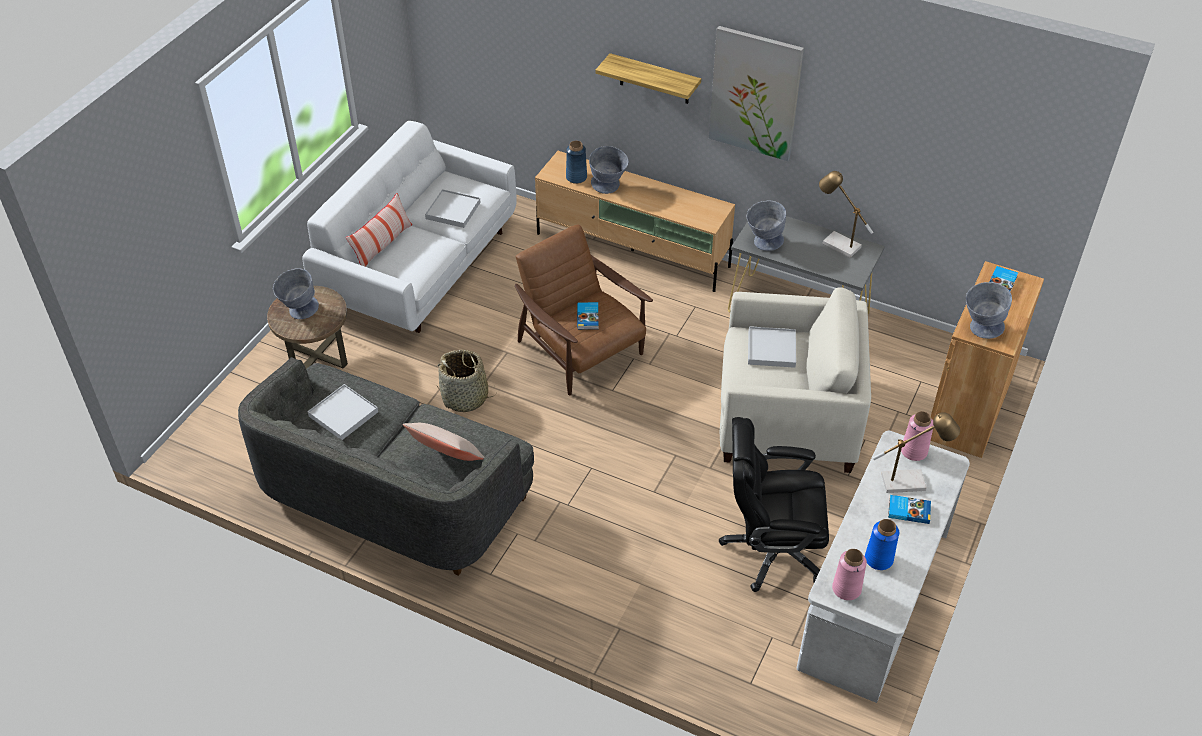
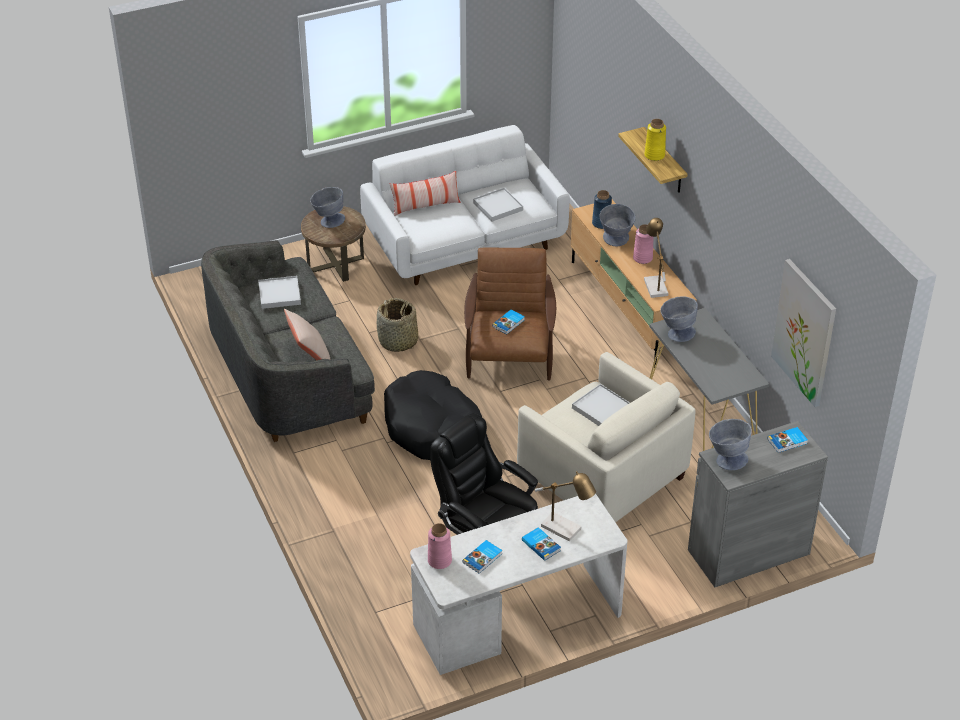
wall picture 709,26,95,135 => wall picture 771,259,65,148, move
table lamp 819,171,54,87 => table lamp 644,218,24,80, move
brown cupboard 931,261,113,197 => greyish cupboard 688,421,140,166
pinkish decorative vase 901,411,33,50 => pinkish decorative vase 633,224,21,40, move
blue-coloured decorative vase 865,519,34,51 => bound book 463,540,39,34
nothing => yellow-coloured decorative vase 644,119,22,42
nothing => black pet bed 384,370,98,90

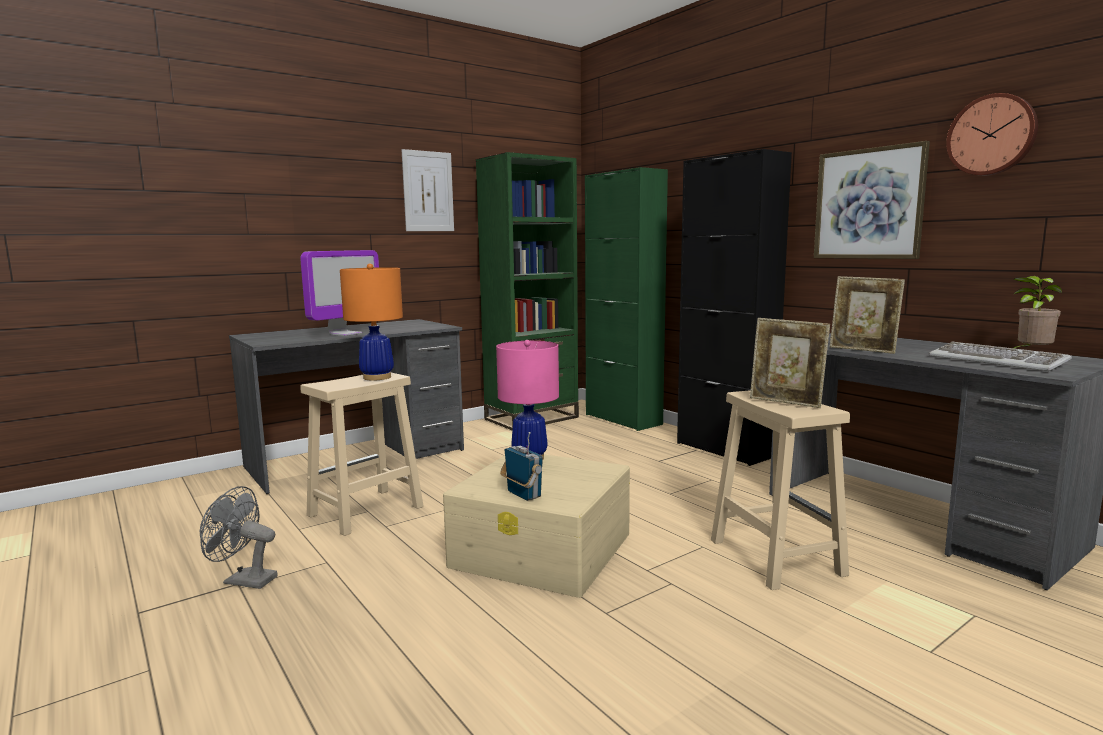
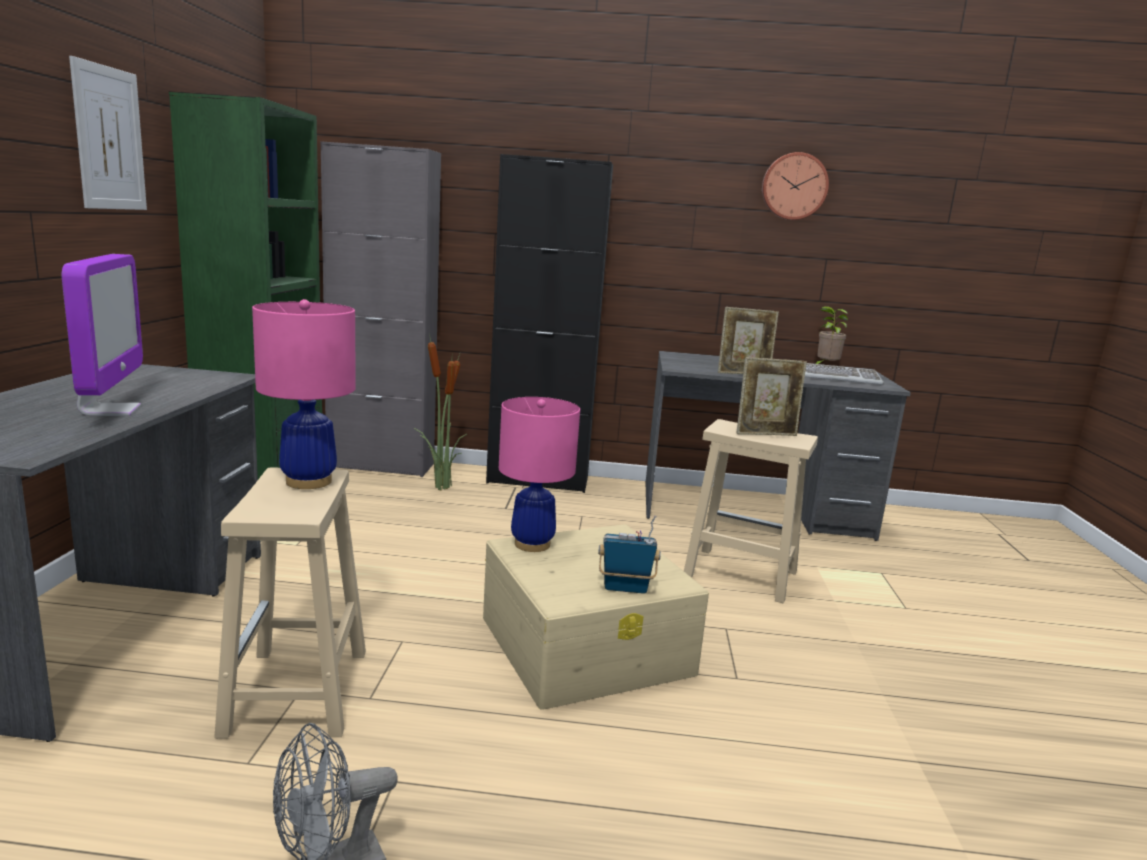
wall picture 814,141,116,118 => nothing
greenish cupboard 585,167,83,264 => greyish cupboard 321,141,120,336
orange-coloured table lamp 340,264,63,117 => pinkish table lamp 252,299,104,190
nothing => plant in a pot 414,334,53,156

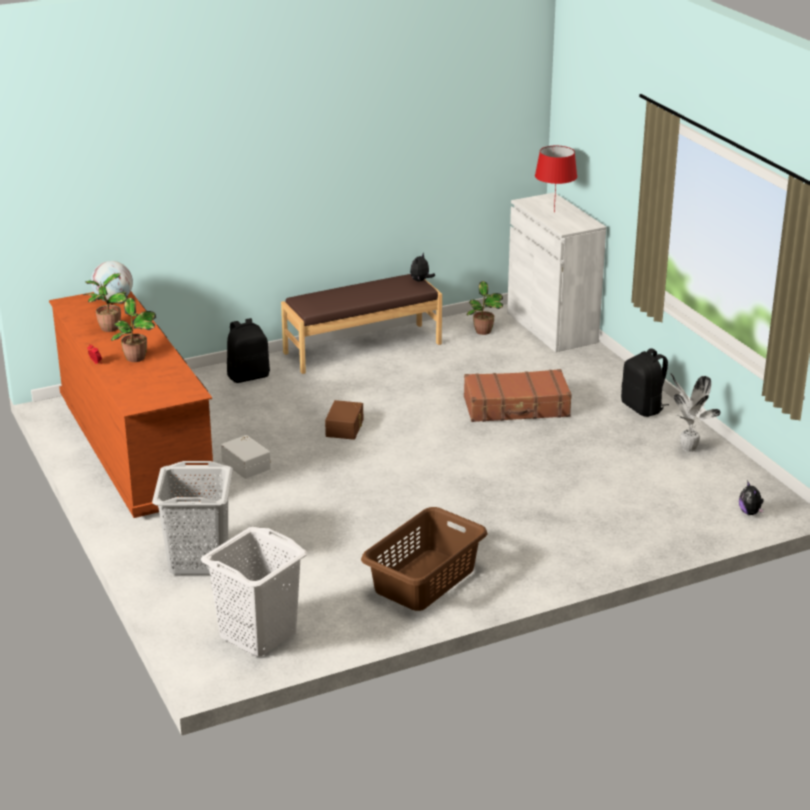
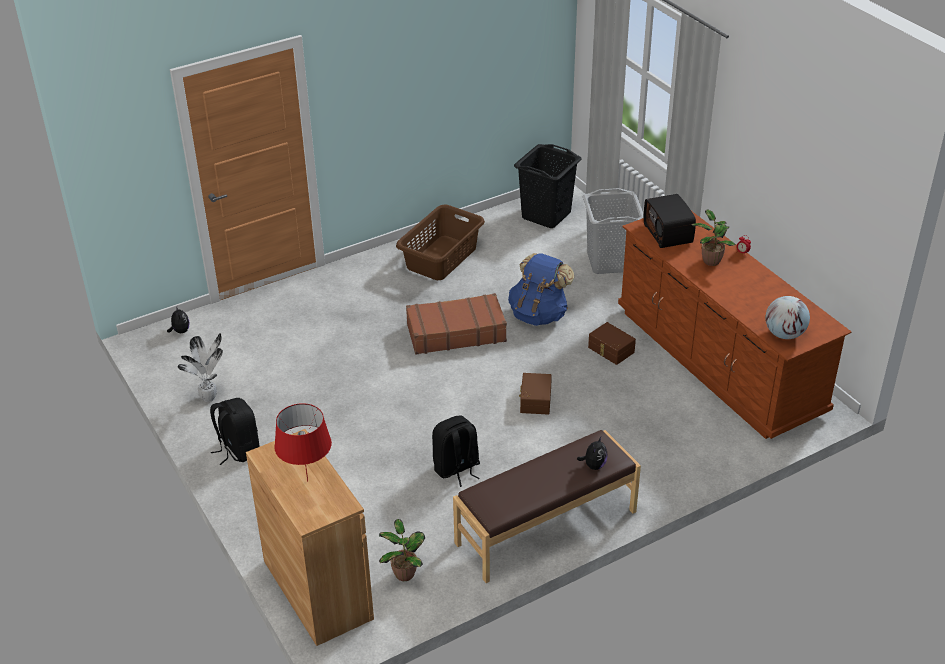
white-coloured cupboard 507,193,99,159 => brown cupboard 246,429,128,217
cuddly toy 410,253,25,29 => cuddly toy 577,437,31,33, move
plant in a pot 83,273,45,59 => nothing
black backpack 227,318,43,65 => black backpack 432,416,48,71, move
brown suitcase 464,369,108,53 => brown suitcase 406,293,101,62, move
white-coloured storage container 221,435,50,44 => brown storage container 588,322,48,43
white-coloured laundry basket 201,527,106,130 => black laundry basket 514,144,68,84
nothing => radio 644,194,52,54
nothing => blue-coloured backpack 508,253,66,73

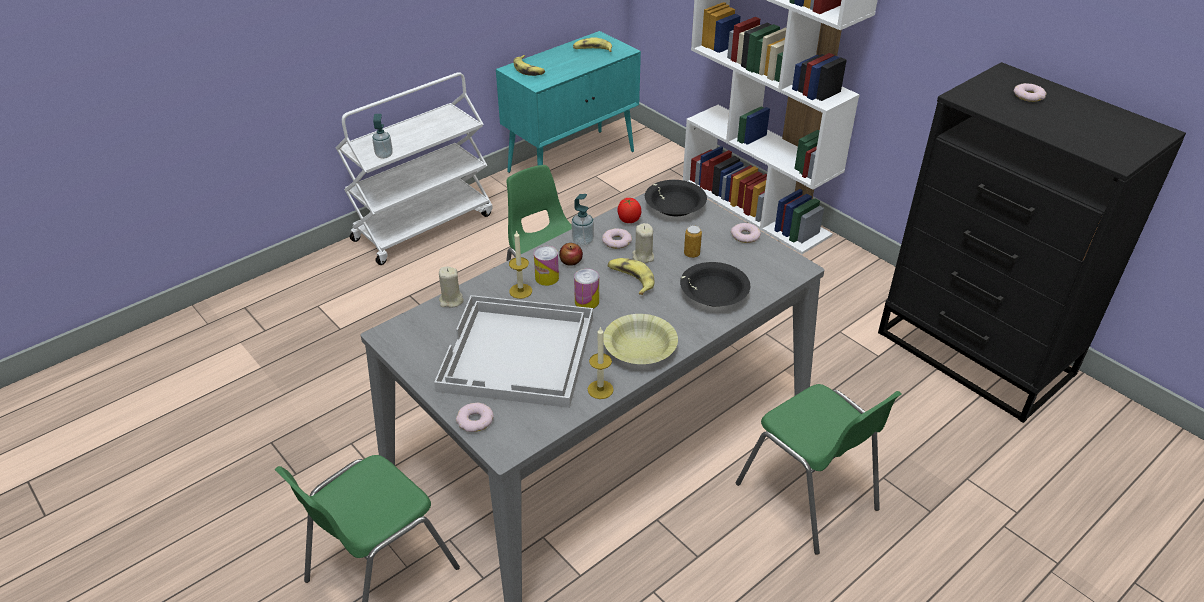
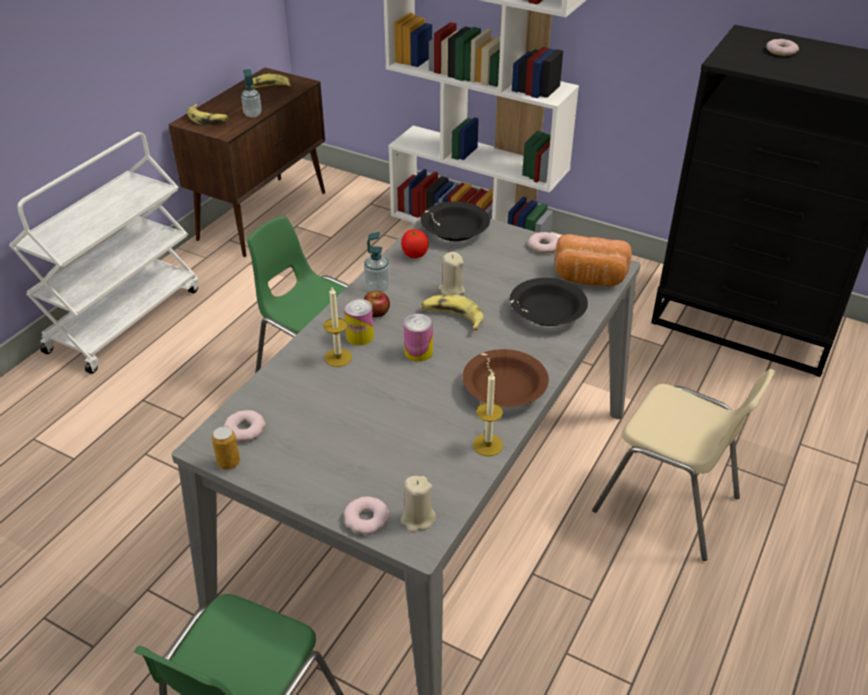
blue-green cupboard 496,31,145,142 => brown cupboard 168,68,157,189
soap dispenser 372,114,21,45 => soap dispenser 241,69,20,48, move
can 684,225,18,33 => can 212,426,28,44, move
donut 602,228,30,21 => donut 223,410,43,32, move
beige wax candle 439,267,25,41 => beige wax candle 401,476,35,57, move
white-coloured tray 434,295,159,113 => nothing
yellow-coloured bowl 603,314,75,50 => brown bowl 463,349,86,58
greenish chair 736,384,166,171 => beige chair 592,369,183,192
nothing => bread 555,234,77,52

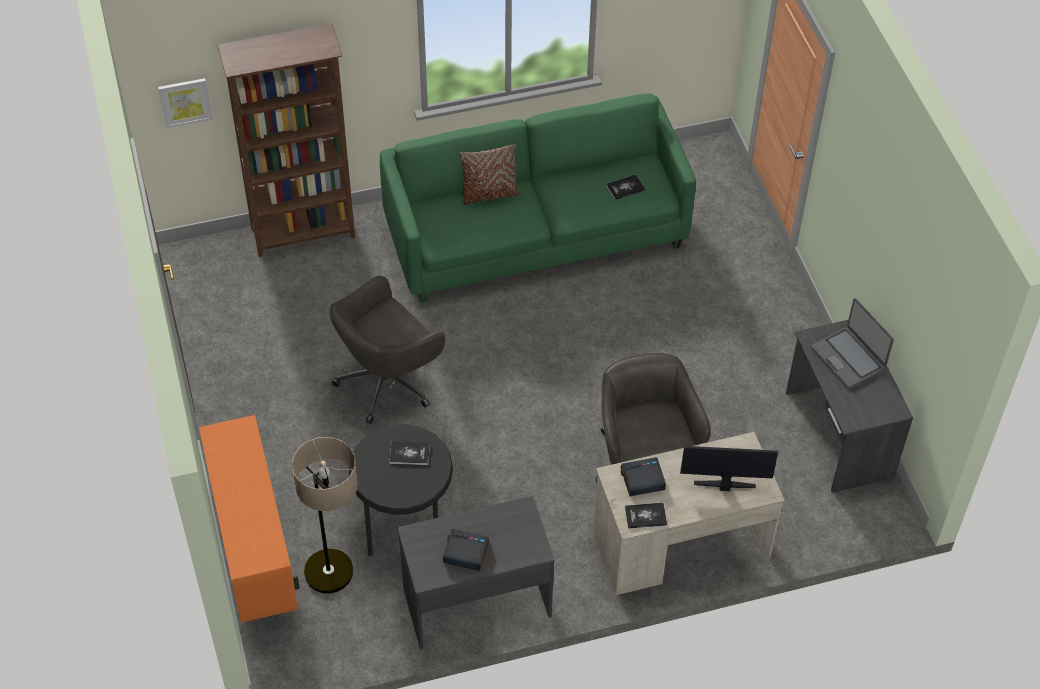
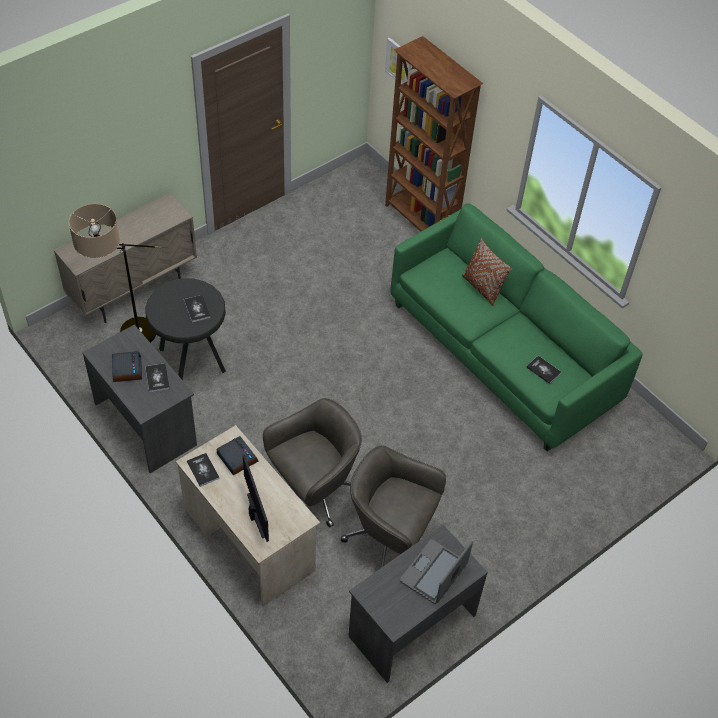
greyish desk chair 330,276,115,148 => greyish desk chair 341,445,105,123, move
orange-coloured cupboard 199,415,101,208 => beige cupboard 54,193,143,130
nothing => bound book 145,363,25,29

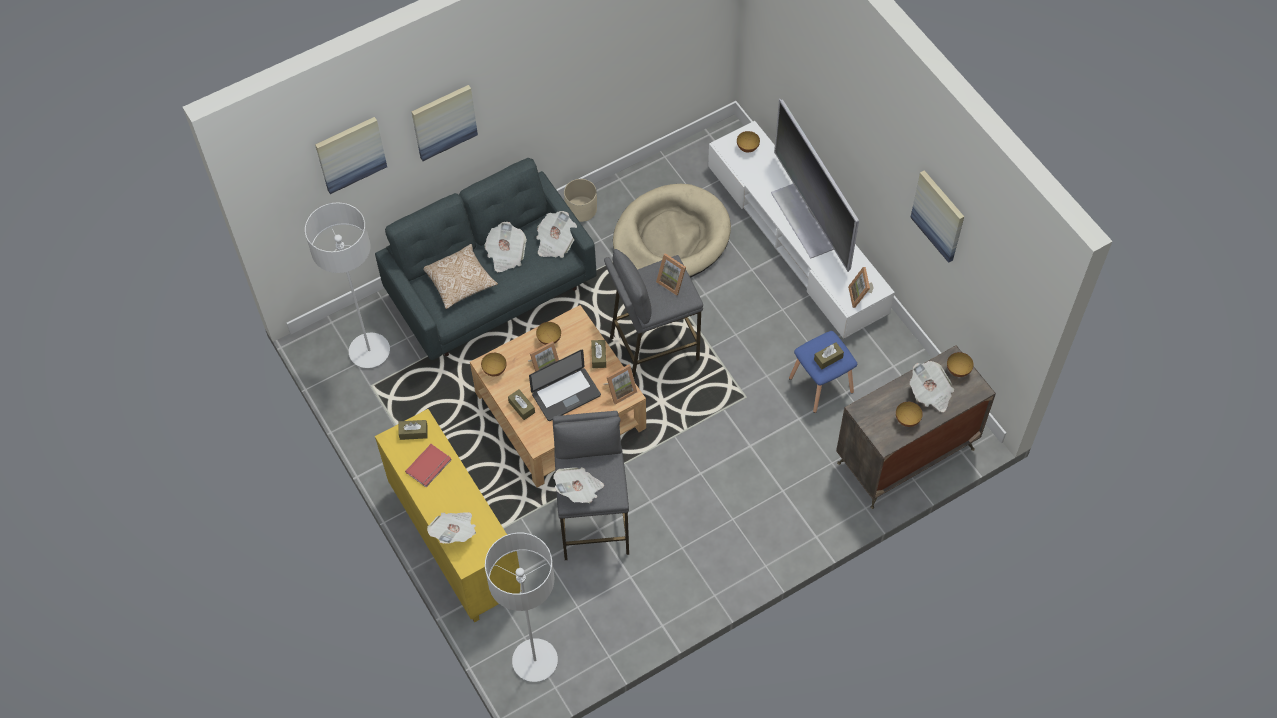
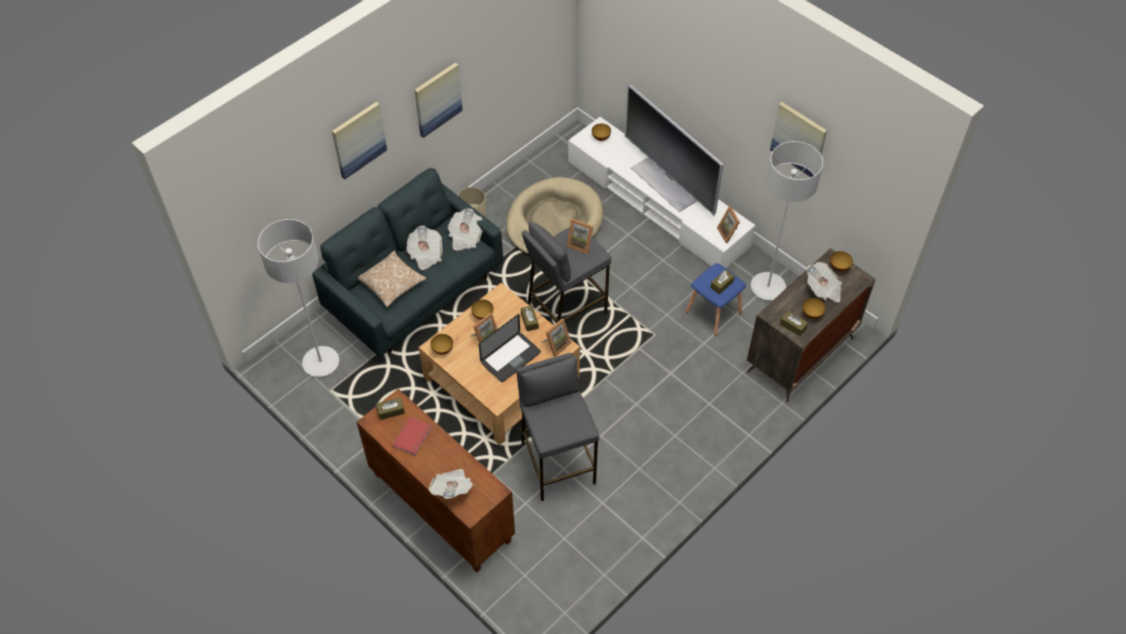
wall picture 315,117,72,77 => wall picture 414,63,49,75, move
brown tissue holder 508,389,27,31 => brown tissue holder 780,310,28,26, move
yellow-coloured cupboard 375,409,147,214 => brown cupboard 357,389,158,183
newspaper 553,467,51,36 => nothing
greyish standing lamp 485,533,73,149 => greyish standing lamp 751,141,72,159, move

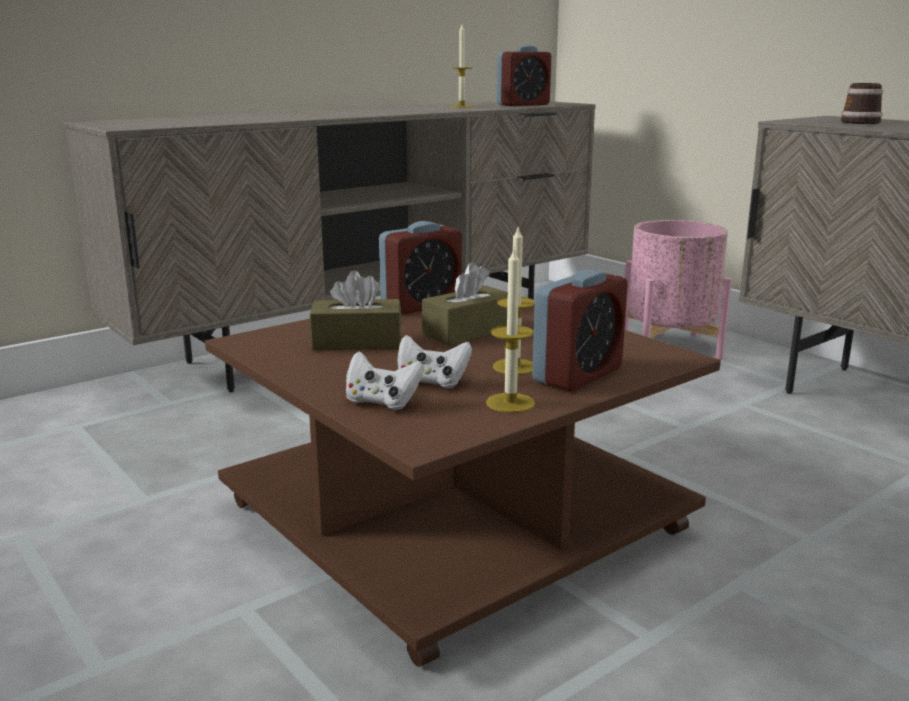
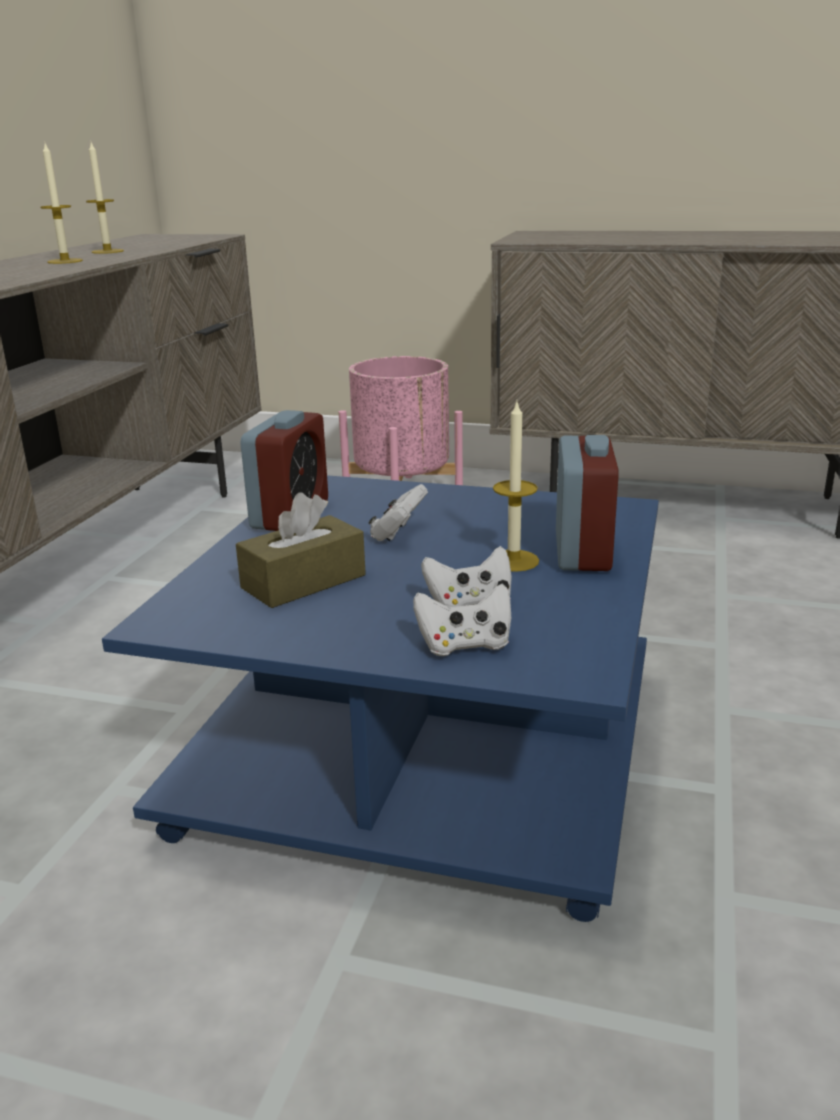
alarm clock 497,46,54,60 => nothing
coffee mug 841,83,42,41 => nothing
wax candle 486,249,49,164 => wax candle 40,141,43,123, move
brown tissue holder 422,262,86,83 => white-coloured gamepad 369,484,59,57
brown lounge table 205,285,516,382 => blue-coloured lounge table 102,475,557,447

